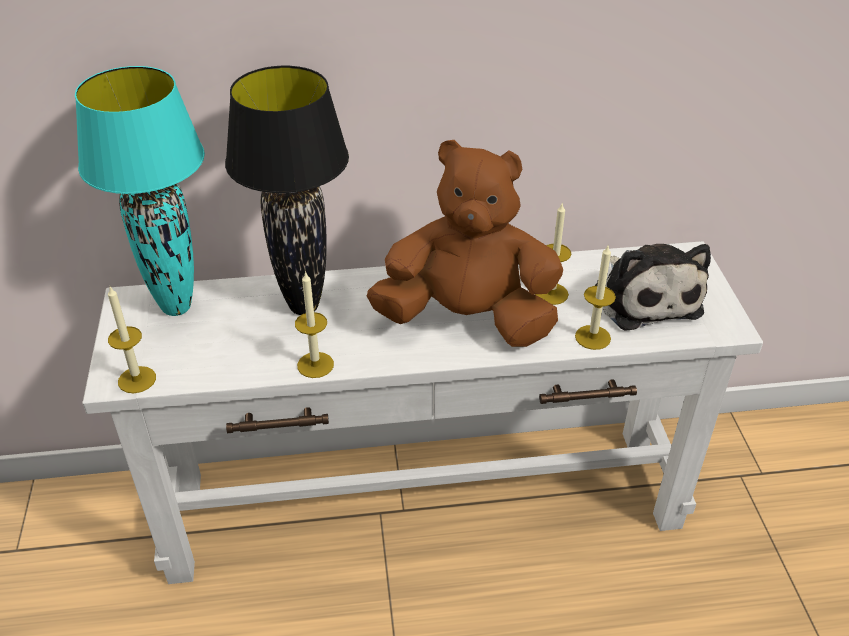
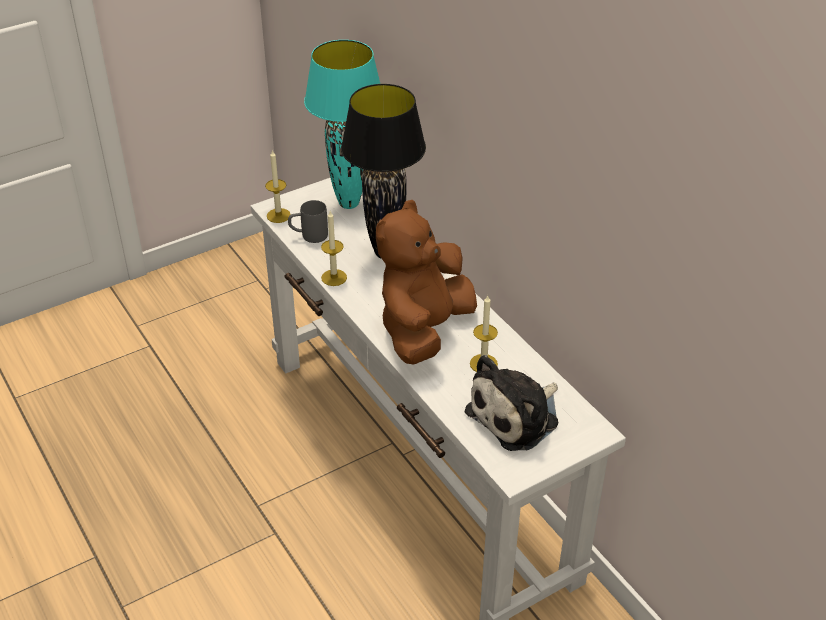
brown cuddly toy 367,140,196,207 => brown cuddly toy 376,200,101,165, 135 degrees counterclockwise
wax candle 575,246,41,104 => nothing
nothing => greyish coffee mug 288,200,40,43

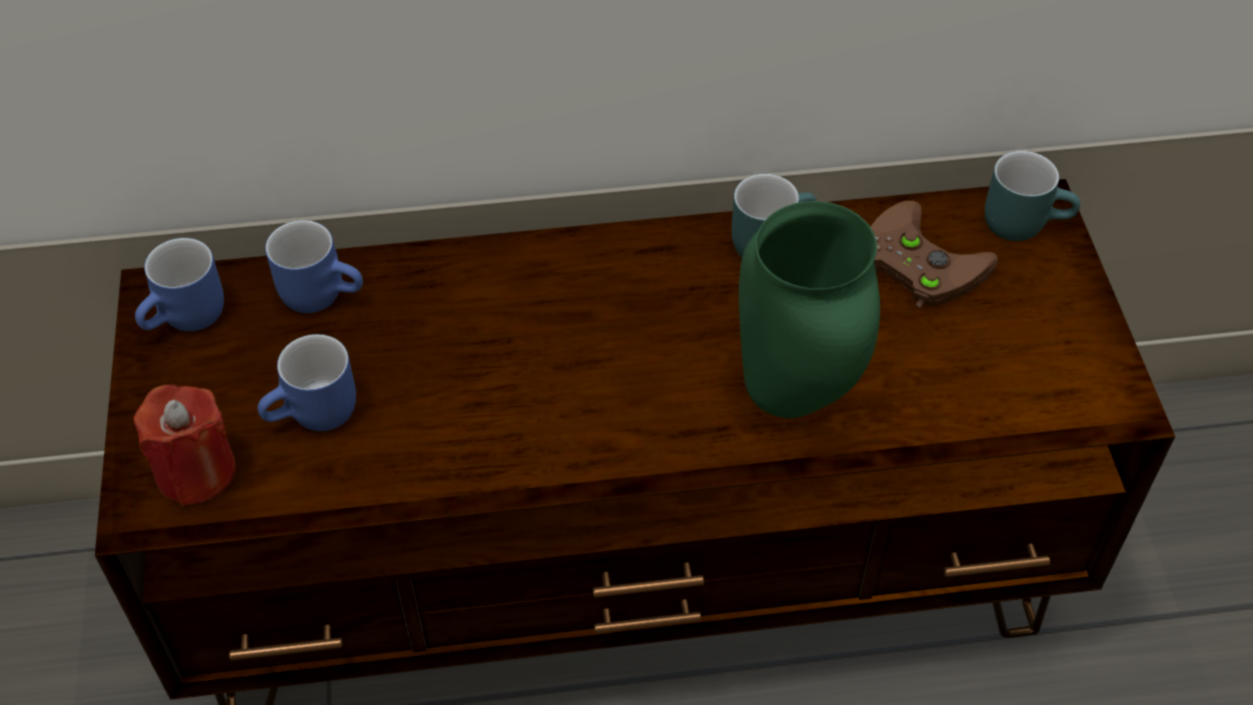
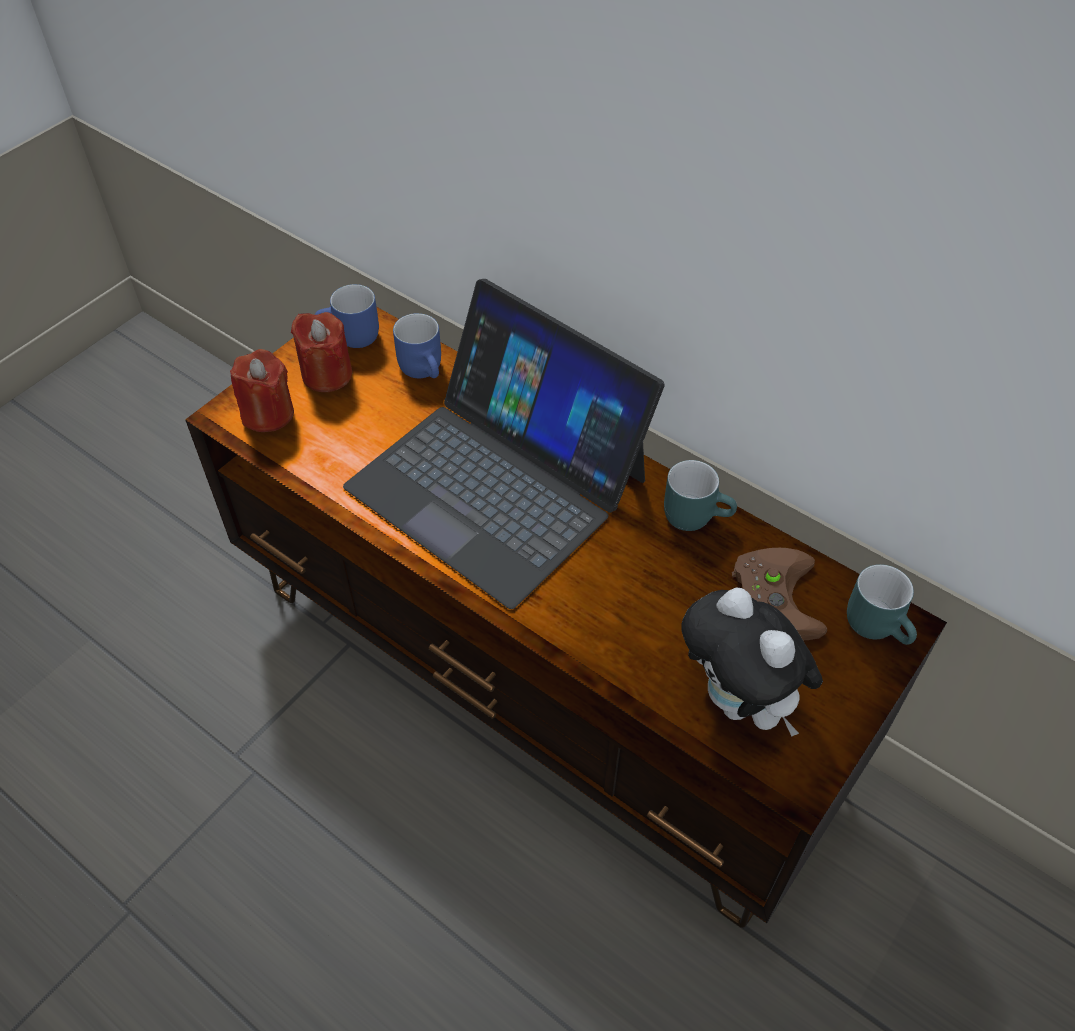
greenish decorative vase 739,201,141,217 => nothing
blue-coloured coffee mug 258,334,98,97 => nothing
nothing => notebook computer 343,279,321,330
nothing => reddish wax candle 291,312,61,80
nothing => cuddly toy 681,587,142,150

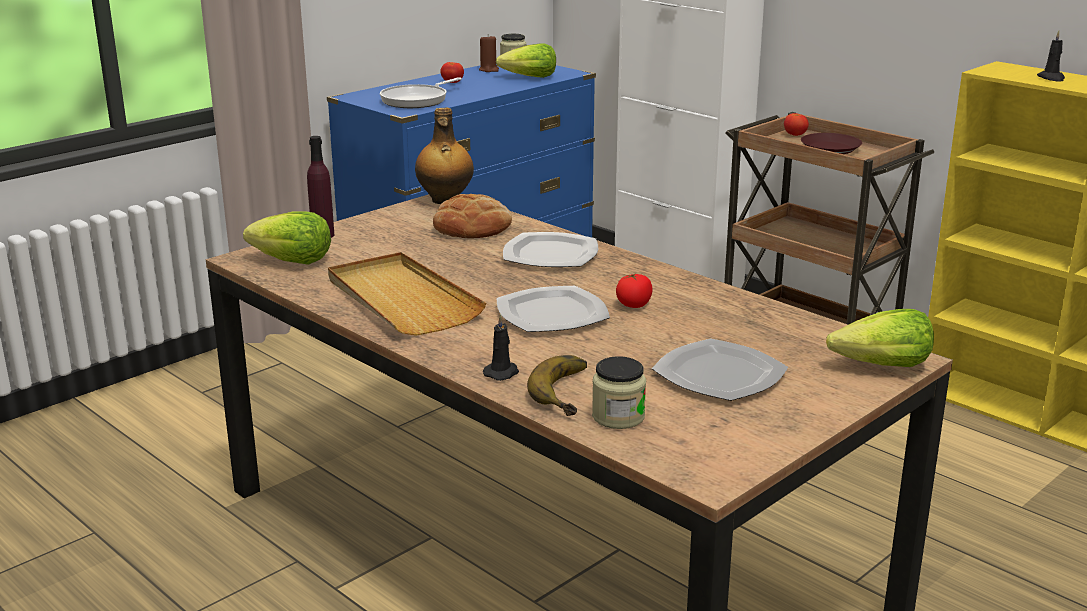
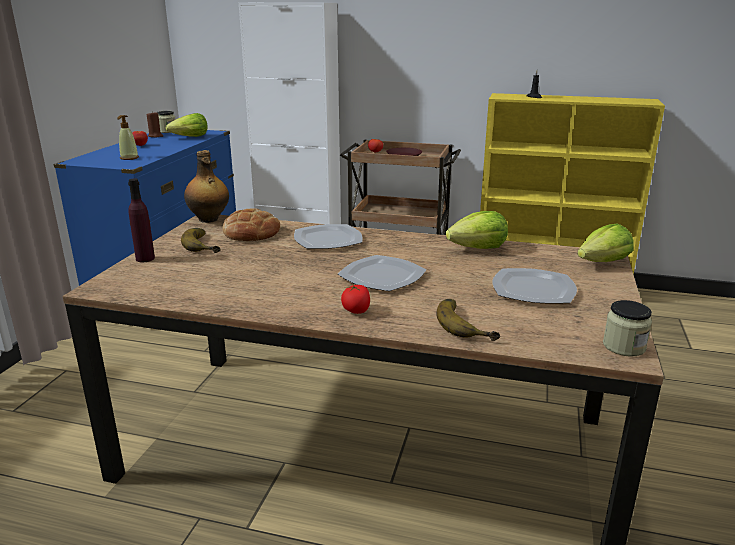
pan 380,78,82,30 => soap dispenser 117,115,22,45
lettuce 243,212,88,53 => lettuce 446,211,62,38, move
beige tray 328,252,158,84 => nothing
tomato 616,274,36,34 => tomato 341,285,29,29, move
black wax candle 483,314,36,67 => nothing
preserve jar 592,356,54,73 => preserve jar 603,300,49,57, move
nothing => whole banana 181,228,40,25

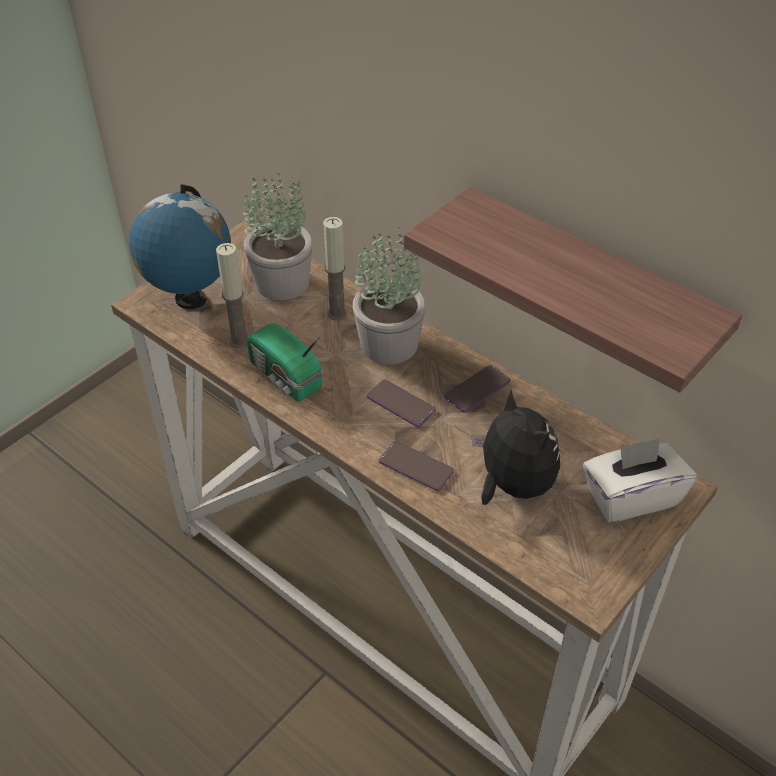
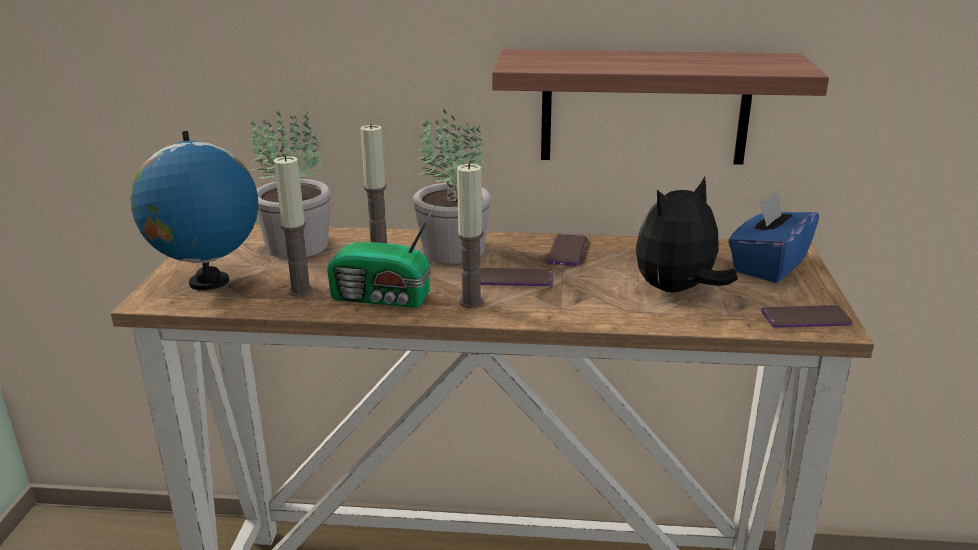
cuddly toy 472,390,88,115 => cuddly toy 636,177,102,115, 60 degrees counterclockwise
white-coloured tissue holder 583,438,114,85 => blue-coloured tissue holder 728,191,91,92
telephone 379,441,75,50 => telephone 761,305,92,23, move
nothing => wax candle 457,163,27,145

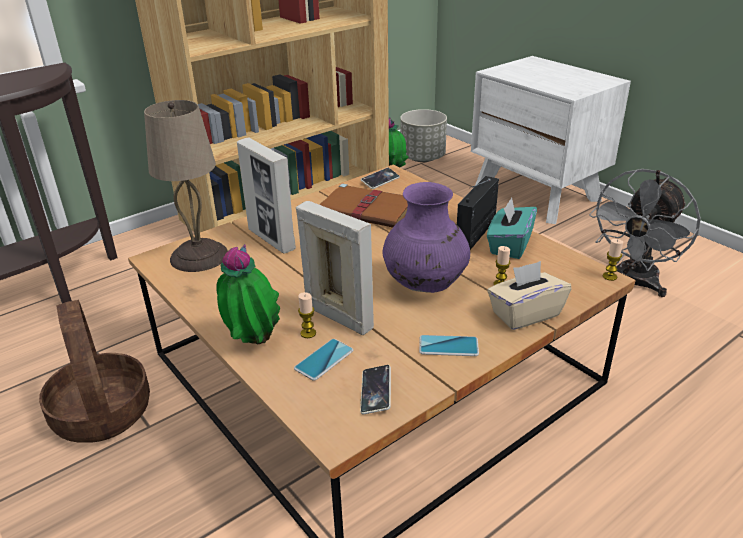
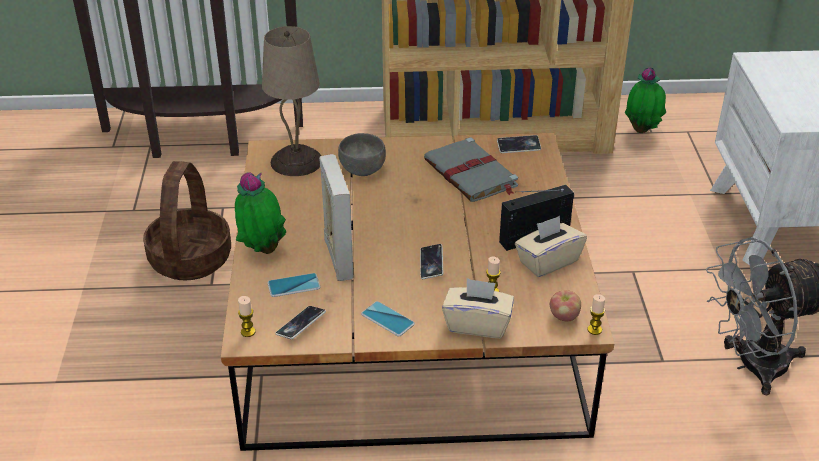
greyish flower pot 400,109,47,53 => nothing
photo frame 237,138,59,115 => greyish bowl 338,133,48,43
purplish decorative vase 383,182,87,111 => telephone 420,244,23,35
brown bound book 320,184,88,44 => greyish bound book 424,137,94,65
blue-green tissue holder 487,197,50,62 => beige tissue holder 515,216,72,61
wax candle 298,292,18,46 => wax candle 238,296,17,41, move
nothing => whole apple 550,290,31,31

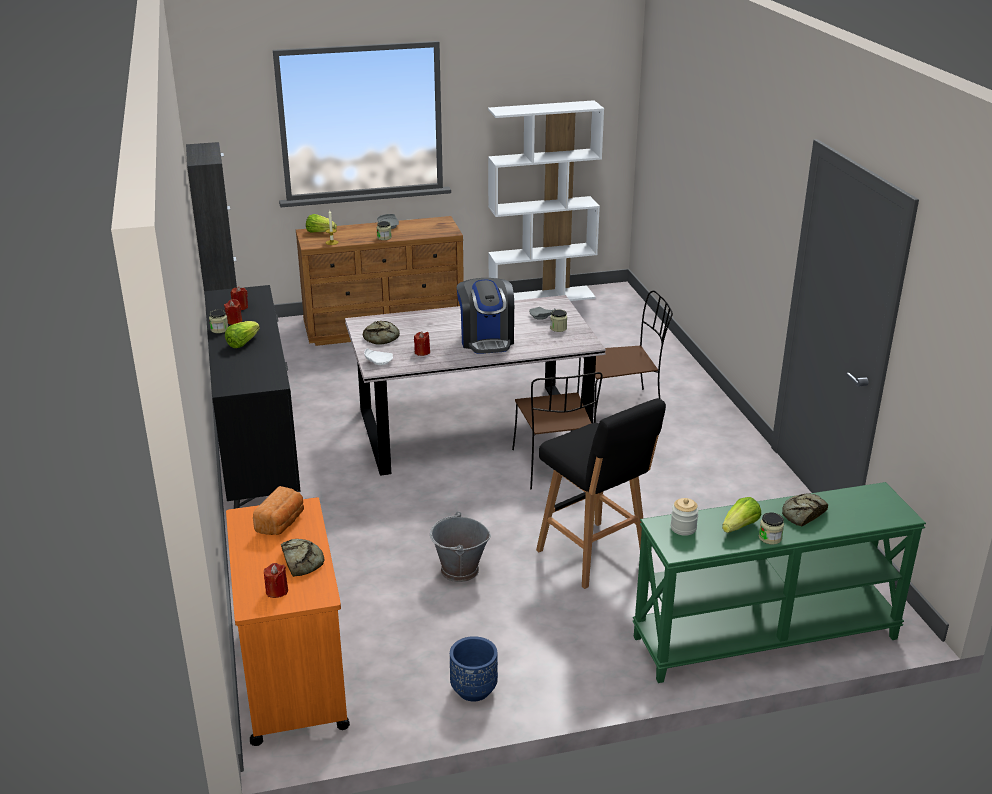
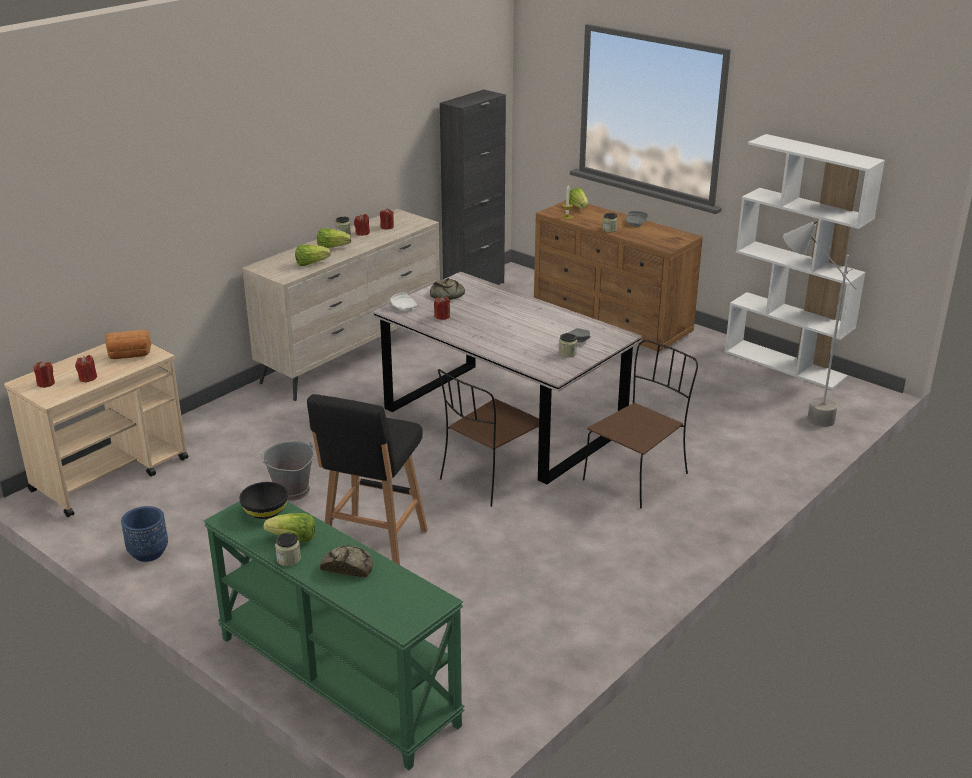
coffee maker 457,278,57,76 => nothing
black chest of drawers 204,285,97,224 => beige chest of drawers 242,209,198,192
brown chair 577,291,96,132 => brown chair 583,340,115,168, 90 degrees counterclockwise
orange-coloured trolley 226,497,124,249 => beige trolley 4,343,184,174
preserve jar 671,498,28,38 => black bowl 239,482,49,37
bread 281,539,43,38 => reddish wax candle 75,355,22,28
nothing => greyish standing lamp 783,220,73,207
nothing => lettuce 295,245,36,21

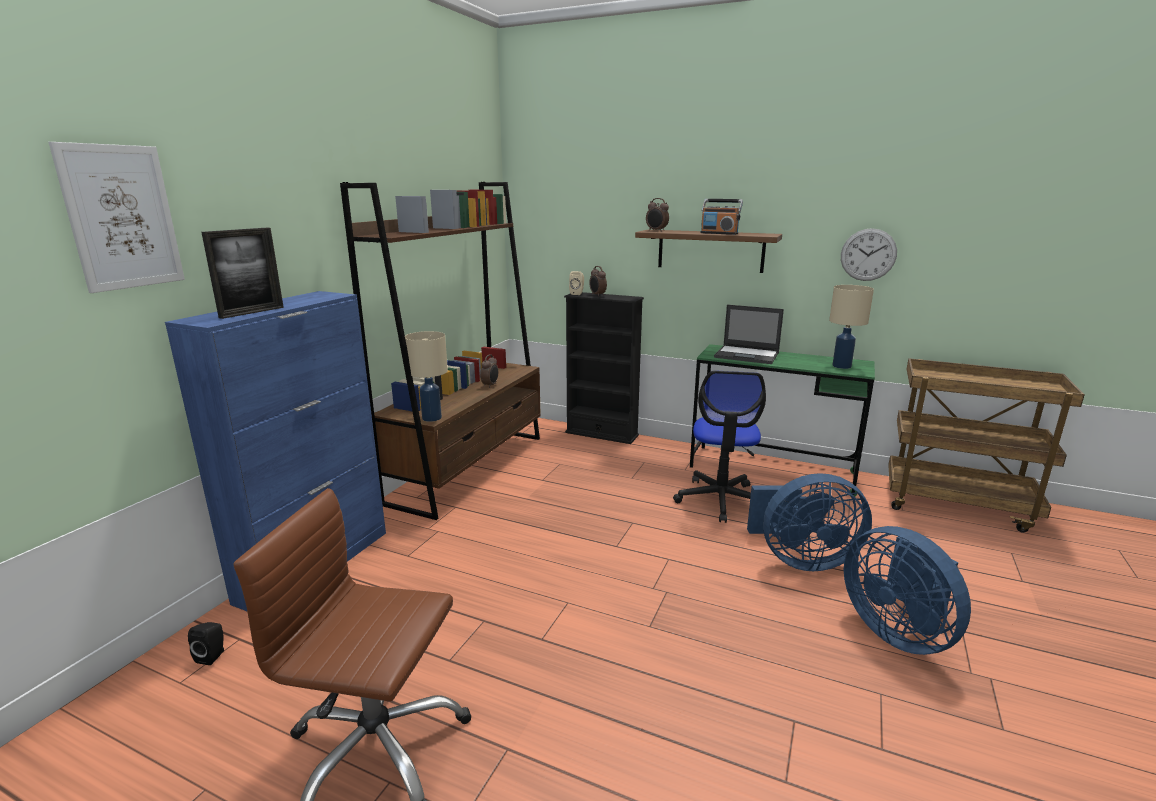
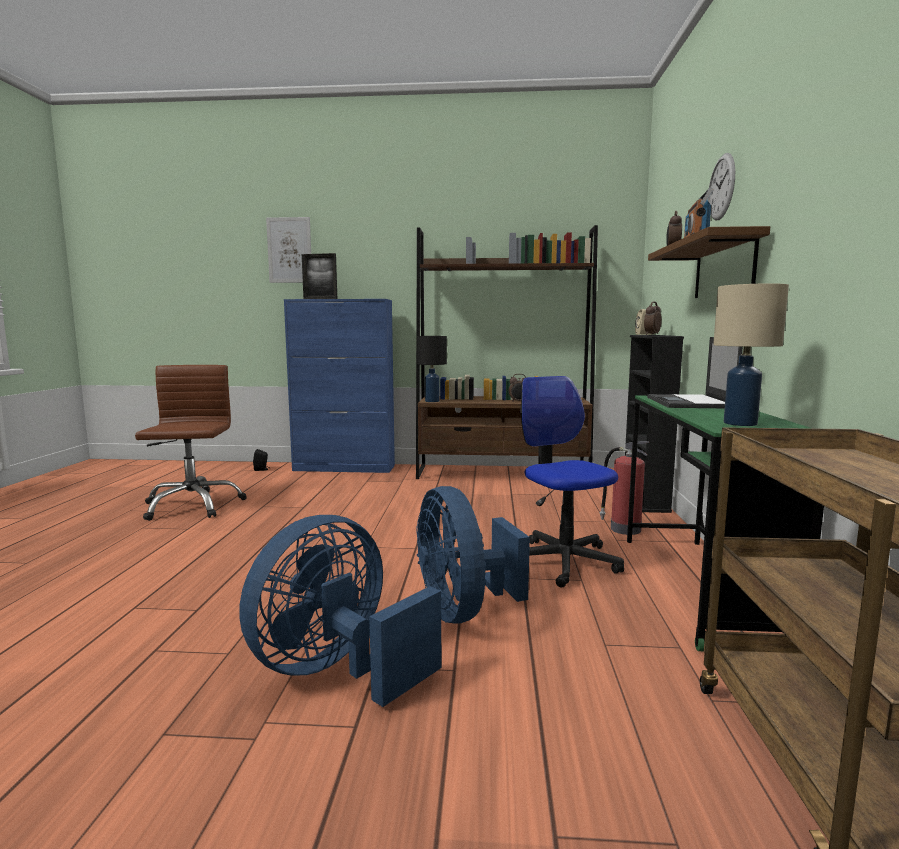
wall clock 841,228,56,53 => wall clock 708,153,27,68, move
beige table lamp 405,331,43,91 => black table lamp 417,336,30,66
desk chair 673,371,93,152 => desk chair 520,376,104,211, 75 degrees clockwise
nothing => fire-fighting cylinder 600,441,49,94

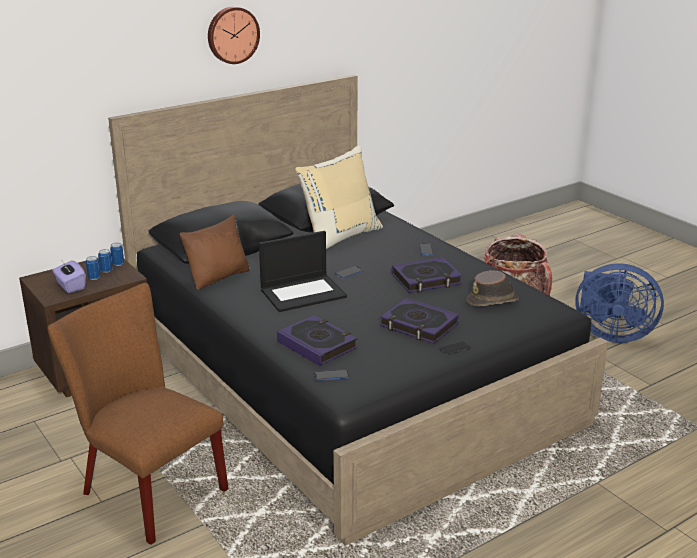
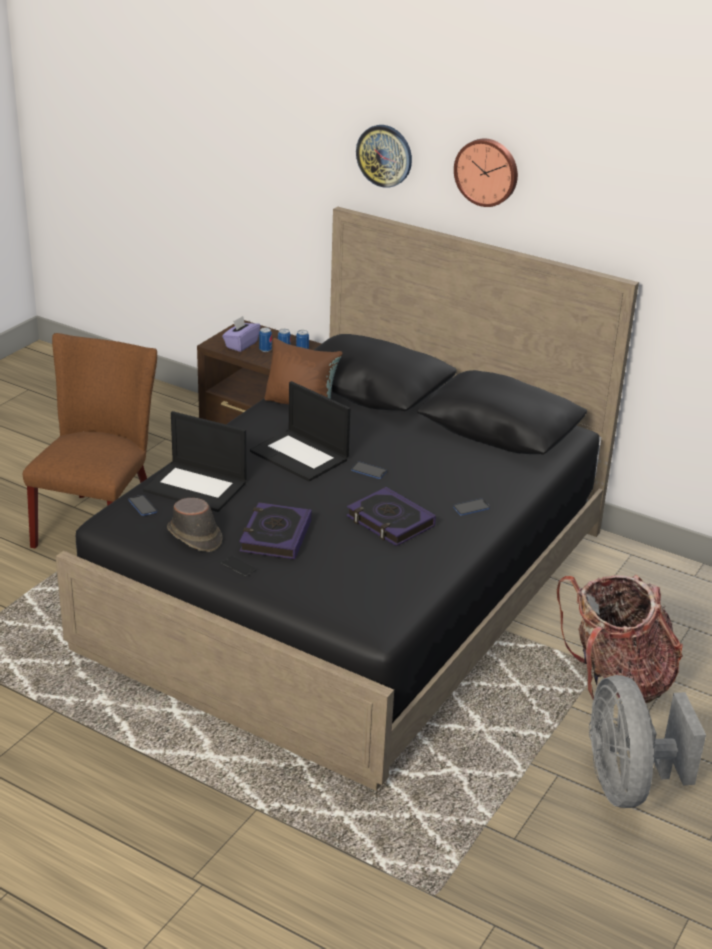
beige pillow 295,146,88,103 => nothing
blue-coloured cooling fan 575,263,89,80 => greyish cooling fan 589,675,117,133
brown clothing hat 467,270,52,36 => brown clothing hat 167,498,56,54, move
bound book 277,315,81,51 => notebook computer 143,411,104,101
nothing => wall clock 356,125,56,63

